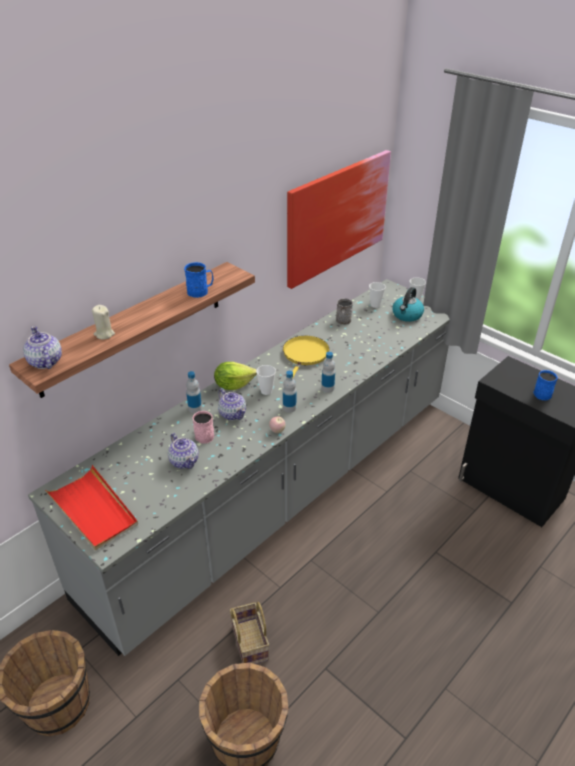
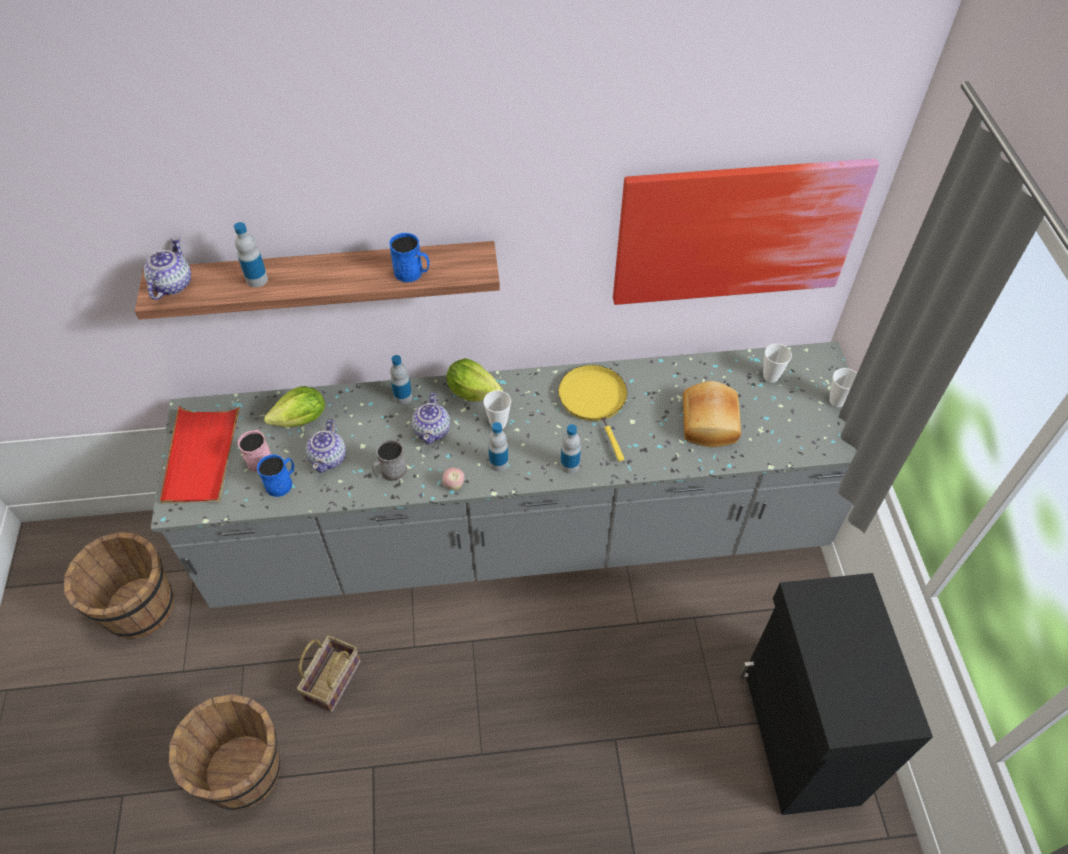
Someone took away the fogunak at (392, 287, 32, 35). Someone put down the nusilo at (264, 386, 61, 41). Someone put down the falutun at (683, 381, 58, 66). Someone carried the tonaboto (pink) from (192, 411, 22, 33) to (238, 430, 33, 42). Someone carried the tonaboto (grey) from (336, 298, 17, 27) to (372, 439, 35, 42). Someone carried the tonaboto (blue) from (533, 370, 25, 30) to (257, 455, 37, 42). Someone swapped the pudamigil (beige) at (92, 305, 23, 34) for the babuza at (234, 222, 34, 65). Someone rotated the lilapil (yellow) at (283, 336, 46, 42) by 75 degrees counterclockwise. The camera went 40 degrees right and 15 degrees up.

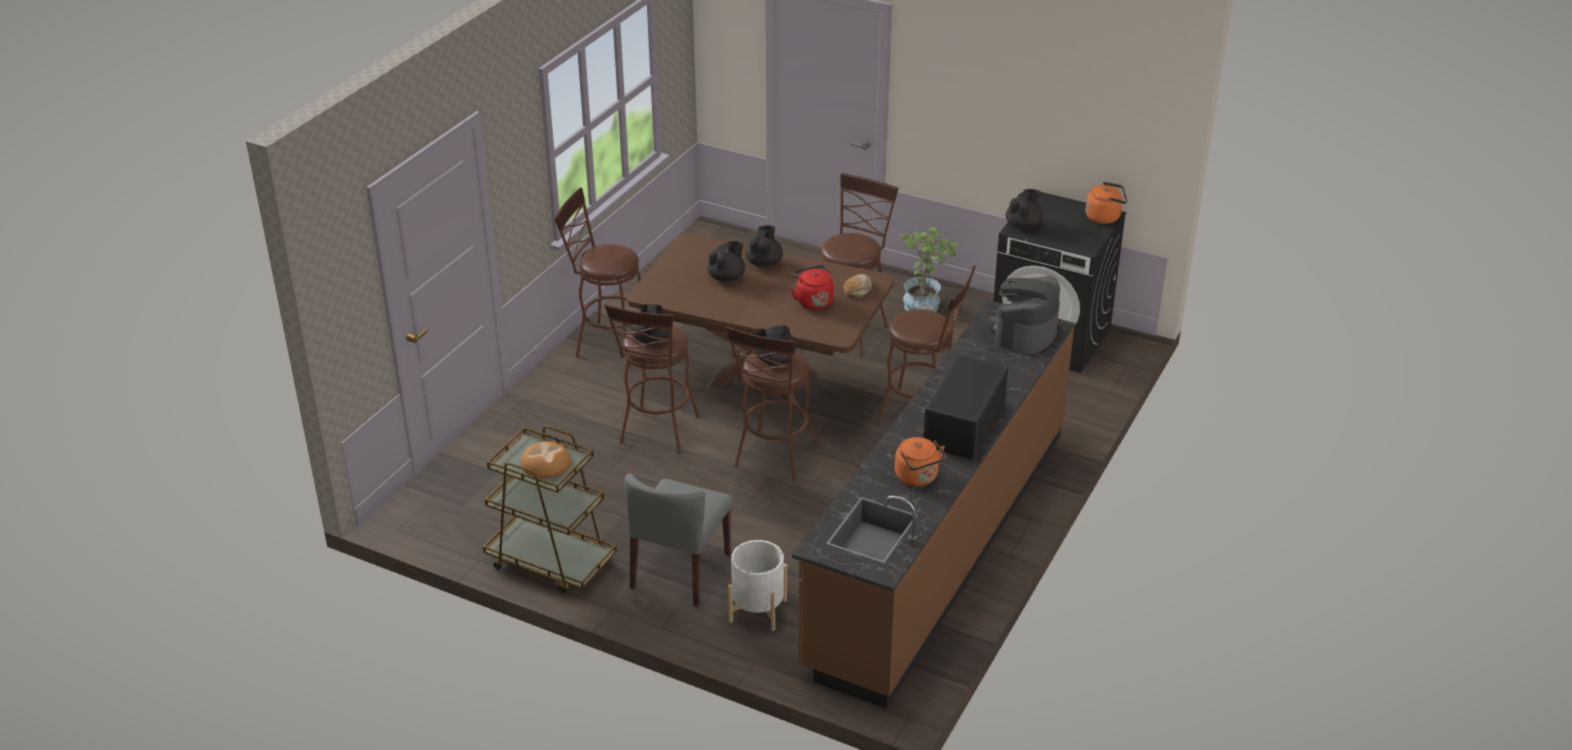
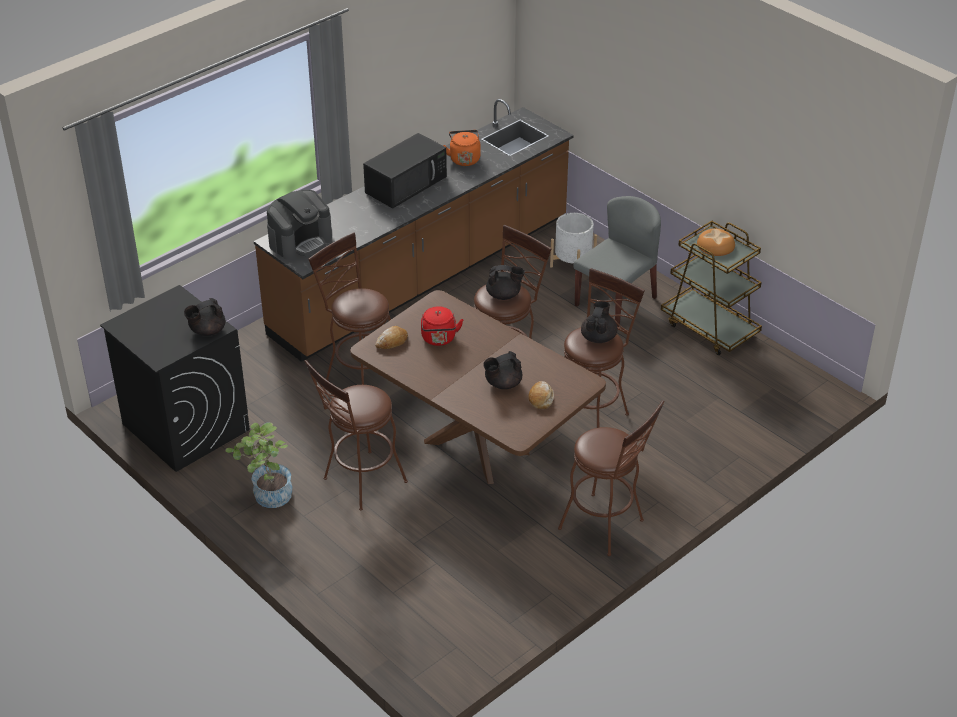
Someone took away the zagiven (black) at (745, 225, 38, 42). Someone took away the fogunak (orange) at (1085, 182, 43, 42). Someone put down the falutun at (528, 381, 26, 28). The camera went 160 degrees left and 5 degrees up.

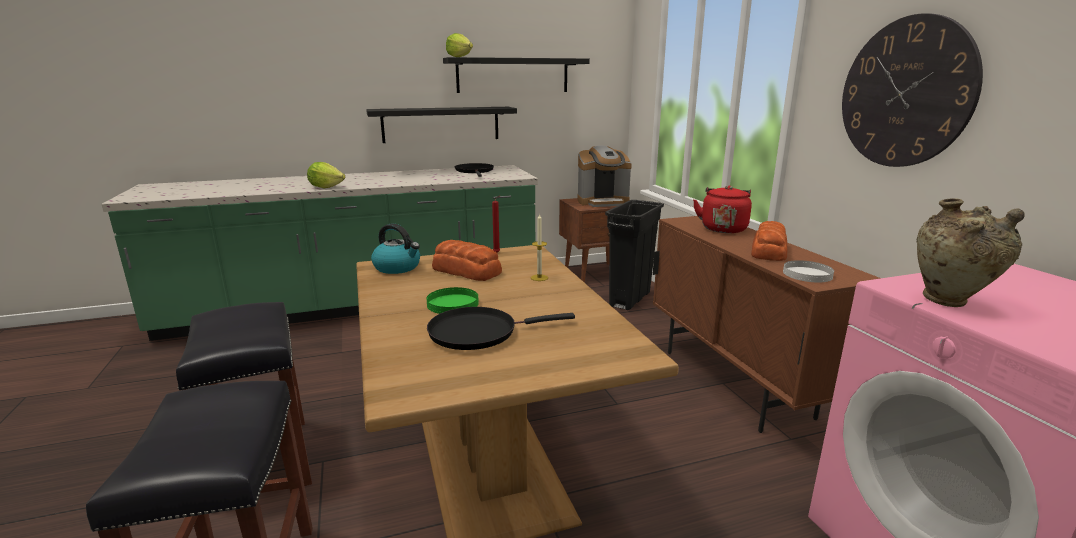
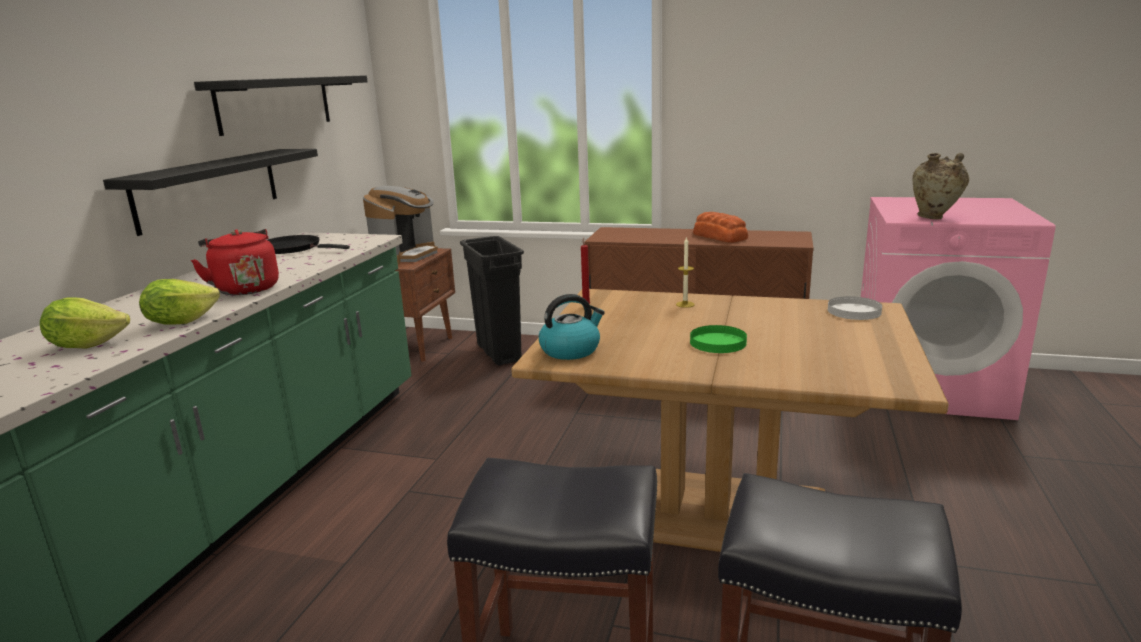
Someone took away the lilapil (black) at (427, 307, 148, 43). Someone took away the falutun at (432, 240, 70, 41). Someone took away the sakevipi at (842, 13, 141, 154). Someone carried the nusilo from (446, 33, 27, 24) to (40, 297, 90, 52). Someone carried the fogunak (red) from (693, 185, 59, 48) to (191, 229, 88, 66). Someone carried the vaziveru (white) from (783, 260, 51, 23) to (828, 296, 54, 24). The camera went 55 degrees left and 0 degrees up.

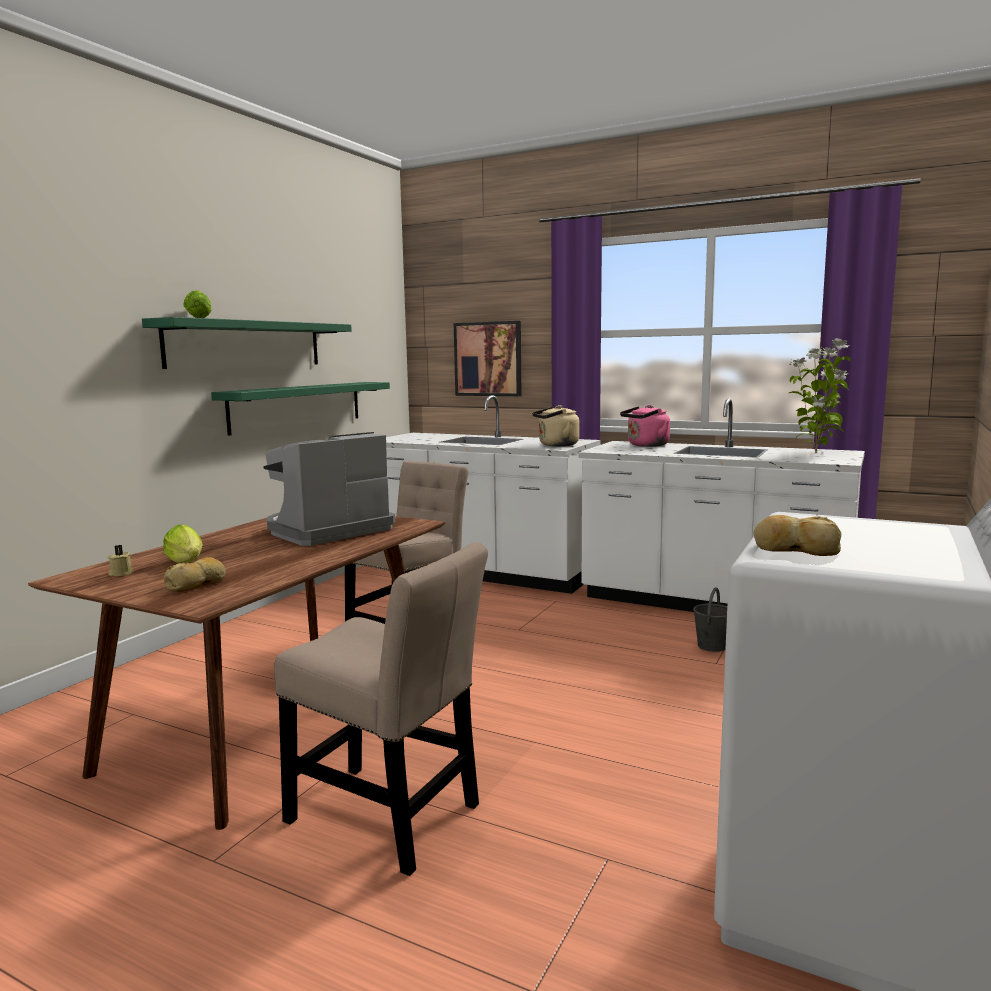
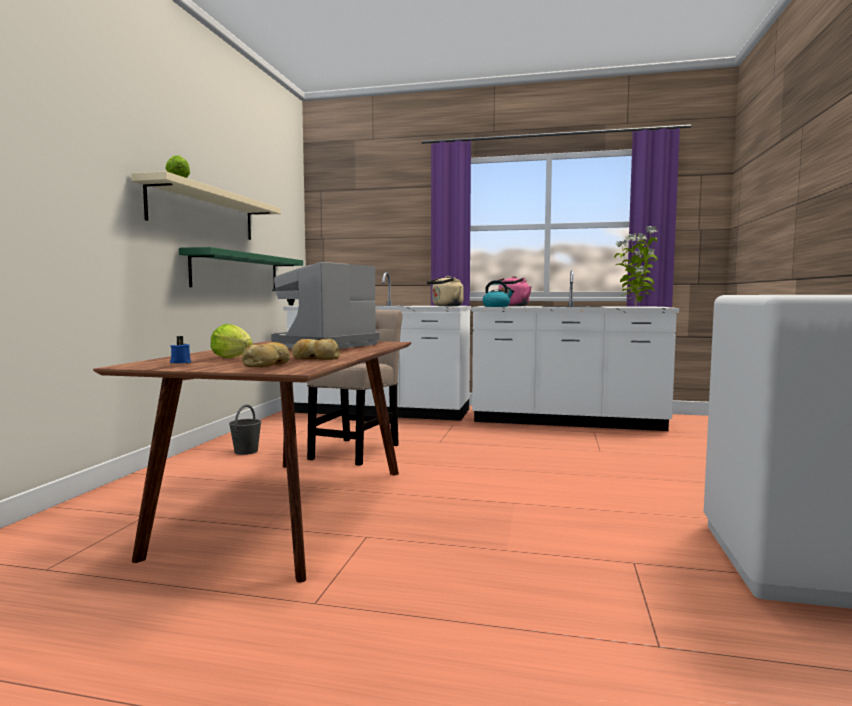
Someone took away the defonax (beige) at (274, 542, 214, 334). Someone took away the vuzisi at (454, 321, 67, 75). Someone put down the fogunak at (483, 280, 31, 27). Someone carried the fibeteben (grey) from (693, 587, 34, 65) to (229, 404, 33, 51). Someone carried the falutun from (753, 515, 89, 41) to (292, 338, 49, 22). Someone repainted the pudamigil (beige) at (108, 545, 26, 31), which became the pudamigil (blue) at (170, 336, 21, 28). Someone repainted the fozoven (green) at (142, 317, 210, 52), which became the fozoven (beige) at (131, 171, 150, 69). The camera went 15 degrees left and 5 degrees down.

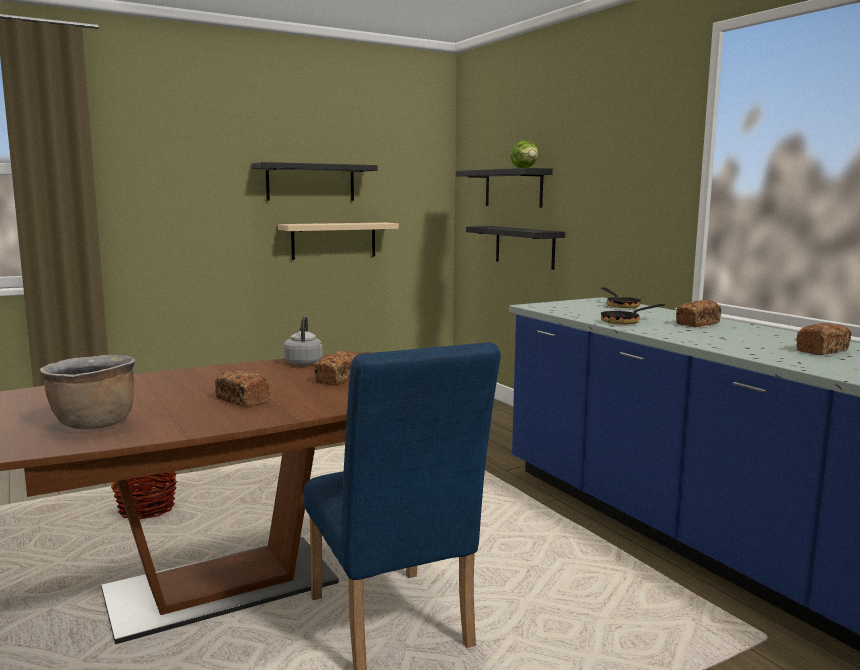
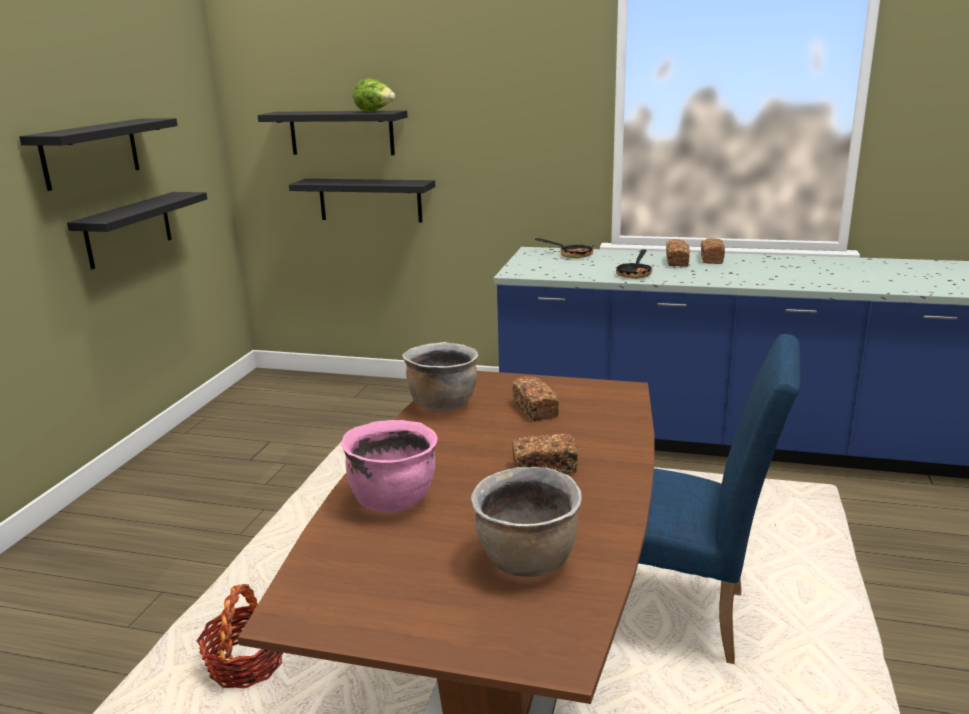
Someone put down the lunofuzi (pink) at (341, 420, 97, 93). Someone carried the falutun from (796, 323, 55, 32) to (701, 238, 24, 26). Someone swapped the fogunak (grey) at (284, 316, 39, 49) for the lunofuzi (brown) at (402, 342, 76, 70). Someone repainted the fozoven (beige) at (278, 222, 121, 38), which became the fozoven (black) at (67, 192, 140, 77). The camera went 45 degrees left and 10 degrees up.

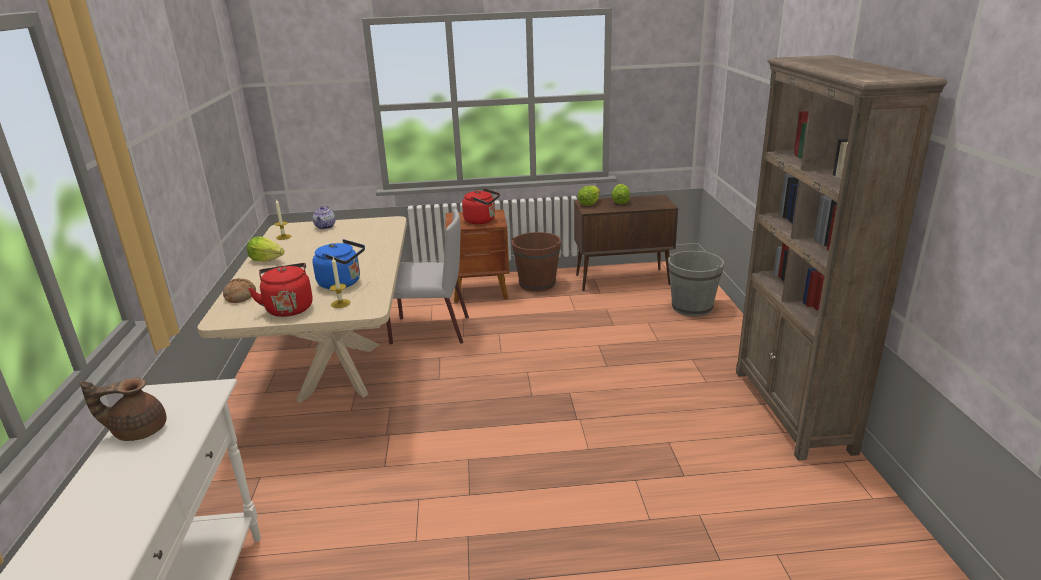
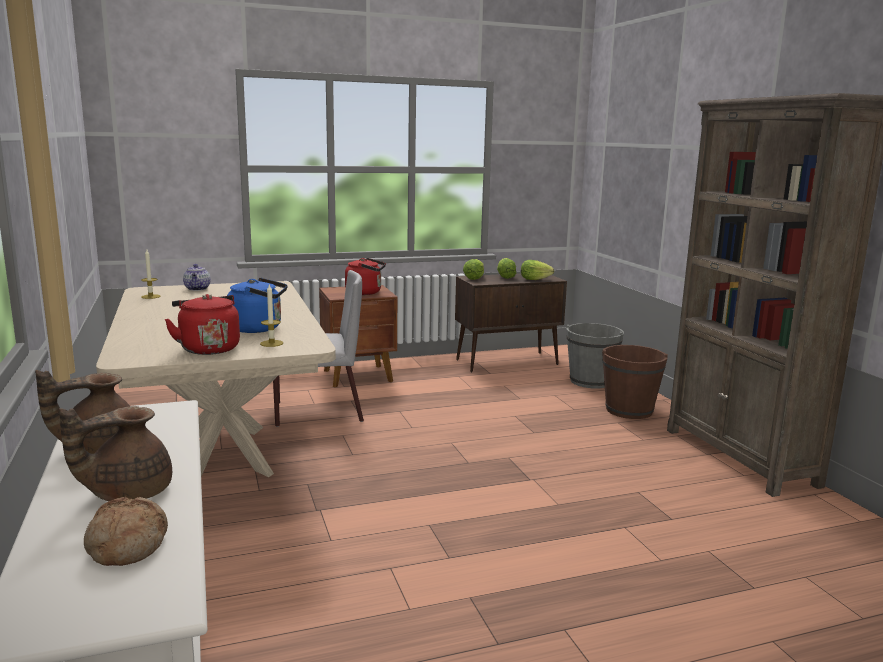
Someone put down the zagiven (brown) at (59, 406, 113, 95). Someone carried the falutun from (223, 278, 33, 25) to (84, 497, 84, 69). Someone carried the nusilo from (247, 236, 37, 26) to (521, 260, 33, 20). Someone carried the fibeteben (brown) from (511, 232, 50, 60) to (602, 345, 66, 74). The camera went 15 degrees left and 10 degrees down.

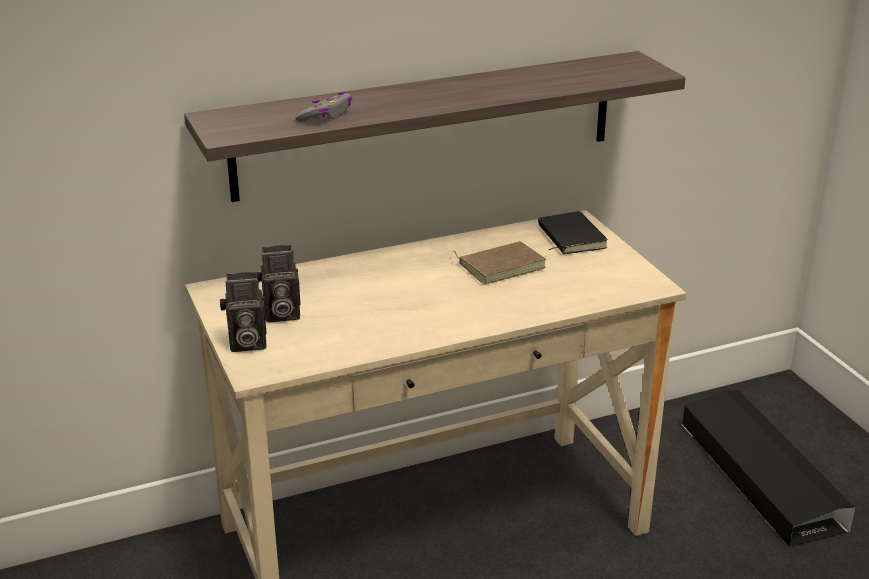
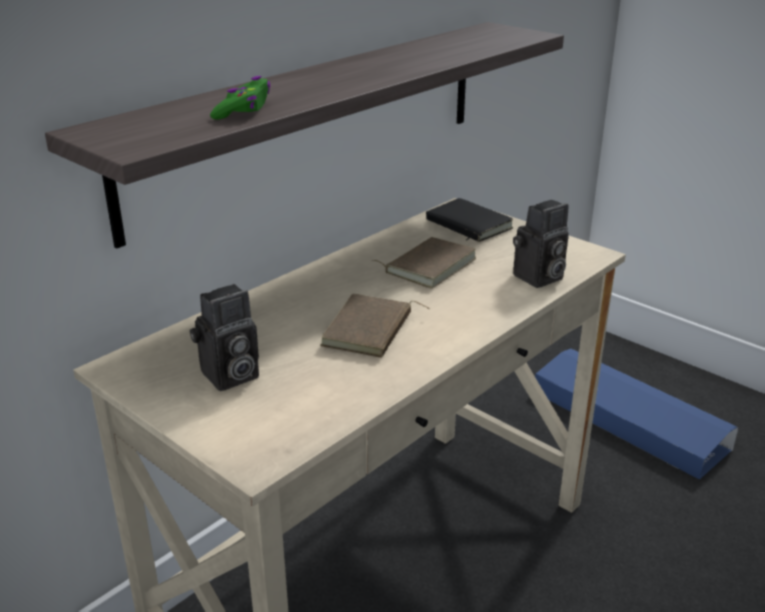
Someone put down the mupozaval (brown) at (320, 293, 110, 65). Someone carried the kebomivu from (220, 272, 47, 80) to (513, 200, 56, 88). Someone repainted the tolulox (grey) at (295, 91, 57, 31), which became the tolulox (green) at (210, 76, 60, 44). Someone repainted the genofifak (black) at (681, 390, 174, 157), which became the genofifak (blue) at (535, 349, 203, 131). The camera went 25 degrees left and 0 degrees up.

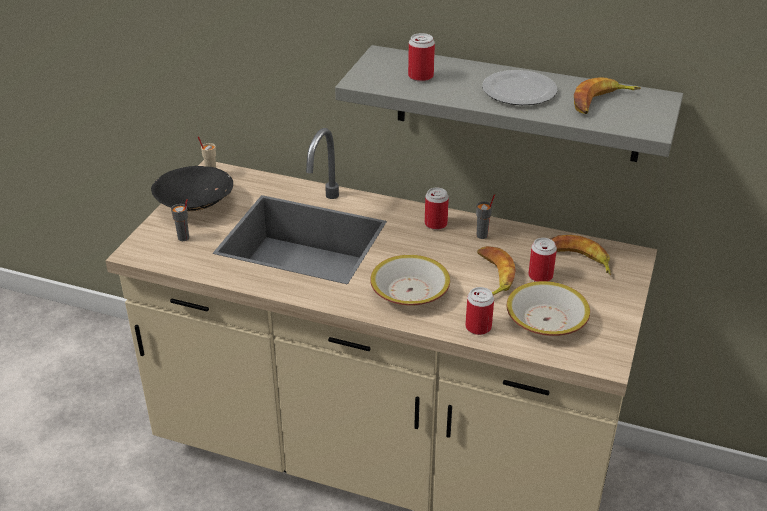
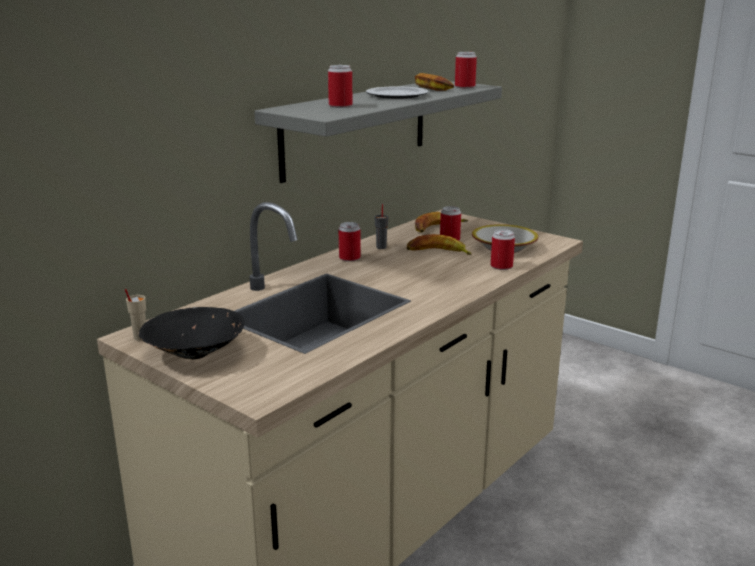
Someone took away the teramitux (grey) at (171, 199, 18, 42). Someone took away the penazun at (370, 255, 80, 50). Someone put down the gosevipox at (455, 52, 22, 36). The camera went 70 degrees left and 15 degrees down.

